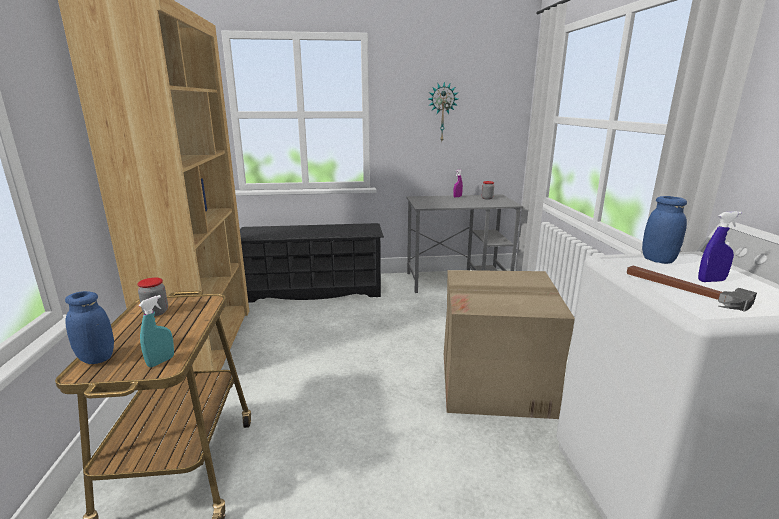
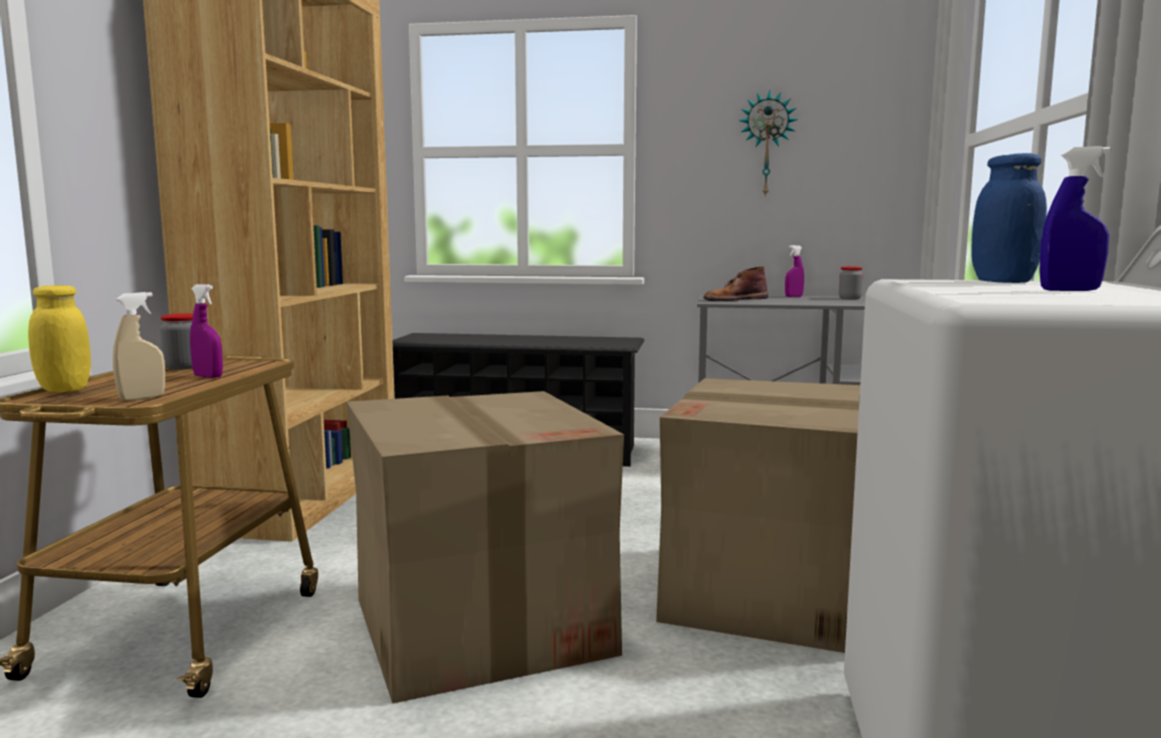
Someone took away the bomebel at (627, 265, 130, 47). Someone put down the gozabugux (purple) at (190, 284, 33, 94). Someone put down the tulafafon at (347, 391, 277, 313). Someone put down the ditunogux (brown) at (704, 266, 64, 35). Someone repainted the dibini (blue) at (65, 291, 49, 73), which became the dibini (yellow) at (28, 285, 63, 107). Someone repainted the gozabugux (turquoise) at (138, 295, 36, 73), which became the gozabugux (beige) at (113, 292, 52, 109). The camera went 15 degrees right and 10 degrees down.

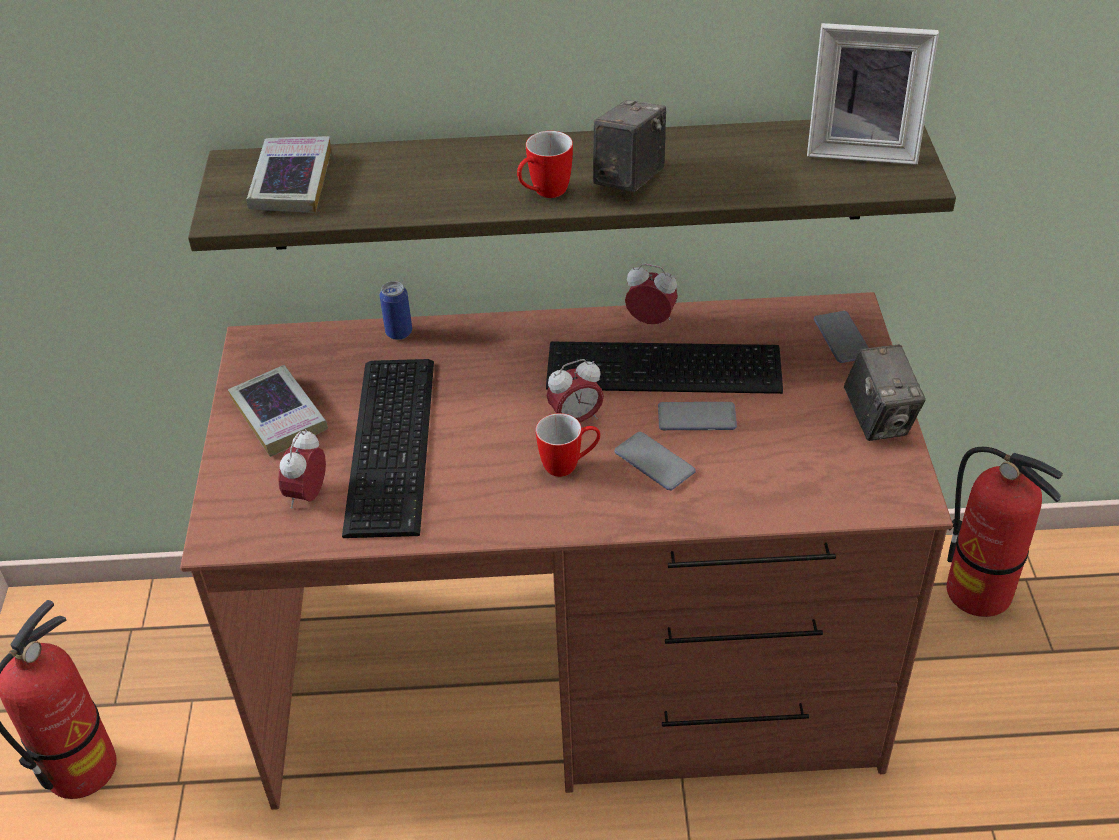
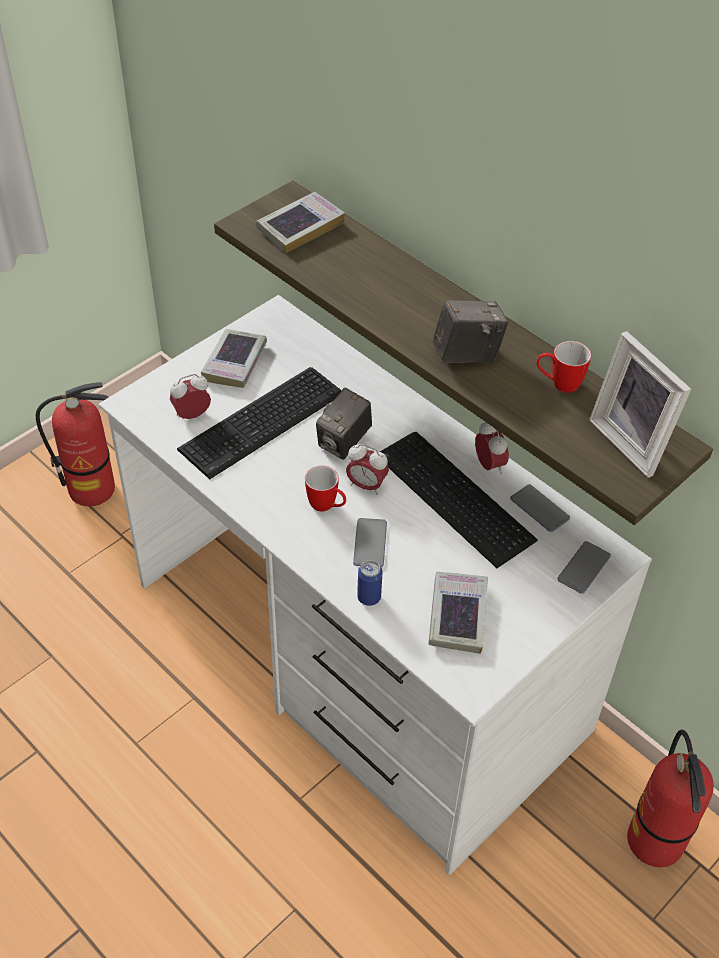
Someone put down the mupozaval at (428, 572, 60, 82). Someone carried the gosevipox from (380, 281, 32, 59) to (357, 560, 26, 46). Someone carried the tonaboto from (517, 131, 56, 67) to (536, 341, 55, 52). Someone carried the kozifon from (658, 402, 79, 28) to (510, 484, 60, 48). Someone carried the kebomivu from (844, 344, 82, 97) to (316, 388, 56, 72). Someone repainted the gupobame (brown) at (180, 292, 773, 518), which became the gupobame (white) at (99, 295, 553, 580). The camera went 45 degrees right and 5 degrees up.

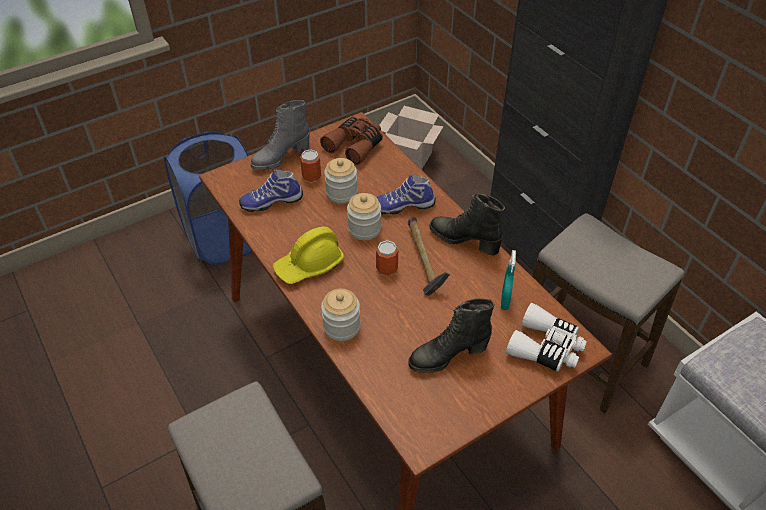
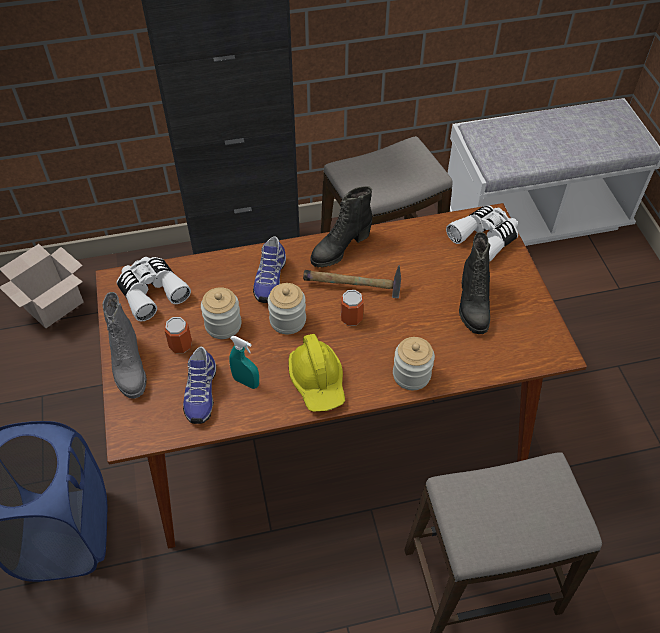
Someone carried the gozabugux (turquoise) from (501, 250, 15, 60) to (229, 336, 30, 53). Someone repainted the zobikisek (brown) at (320, 117, 63, 48), which became the zobikisek (white) at (117, 257, 74, 64). The camera went 70 degrees left and 5 degrees up.

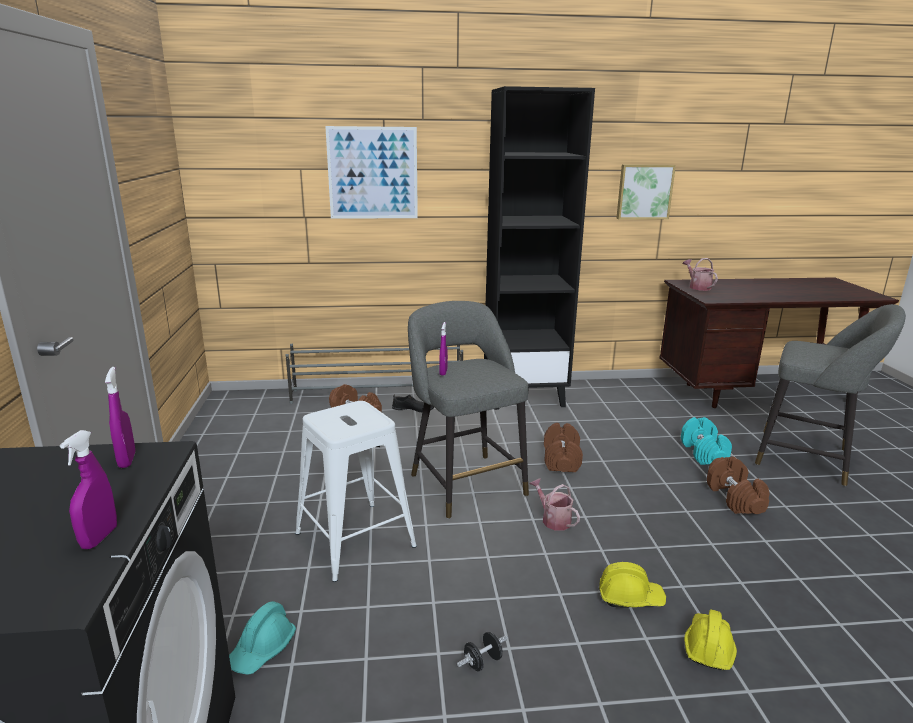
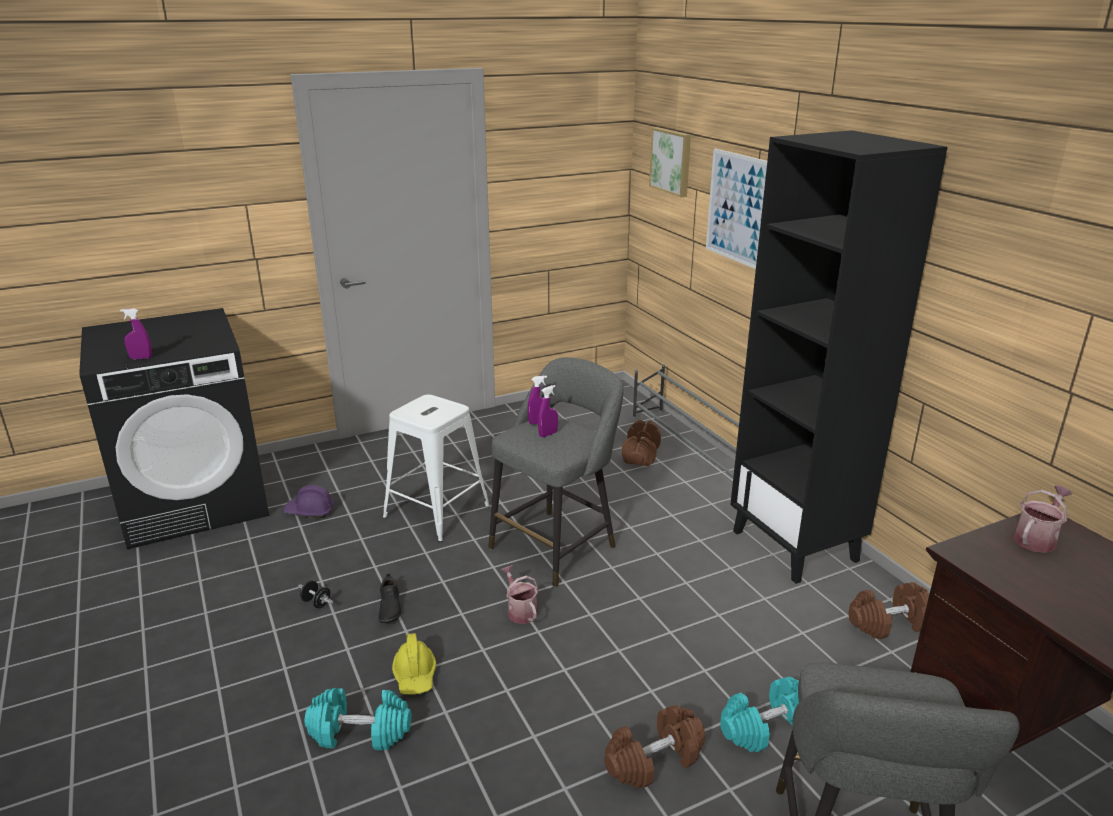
Someone carried the gozabugux (purple) from (105, 367, 30, 101) to (538, 385, 20, 52). Someone carried the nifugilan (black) from (392, 395, 42, 17) to (378, 573, 23, 50). Someone carried the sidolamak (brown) from (544, 423, 39, 49) to (848, 582, 81, 57). Someone carried the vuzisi from (616, 164, 60, 56) to (649, 127, 42, 70). Someone swapped the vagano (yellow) at (684, 609, 53, 61) for the sidolamak (turquoise) at (305, 688, 107, 62). Someone repainted the vagano (turquoise) at (229, 601, 67, 74), which became the vagano (purple) at (283, 485, 51, 34). Someone rotated the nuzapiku at (530, 478, 50, 52) by 60 degrees counterclockwise. The camera went 70 degrees right and 5 degrees up.

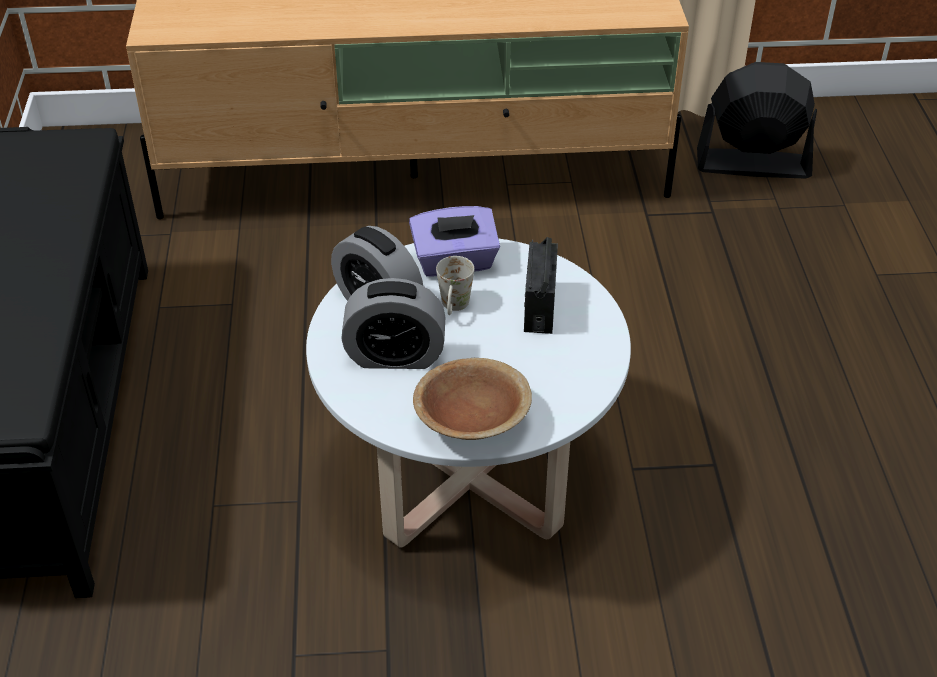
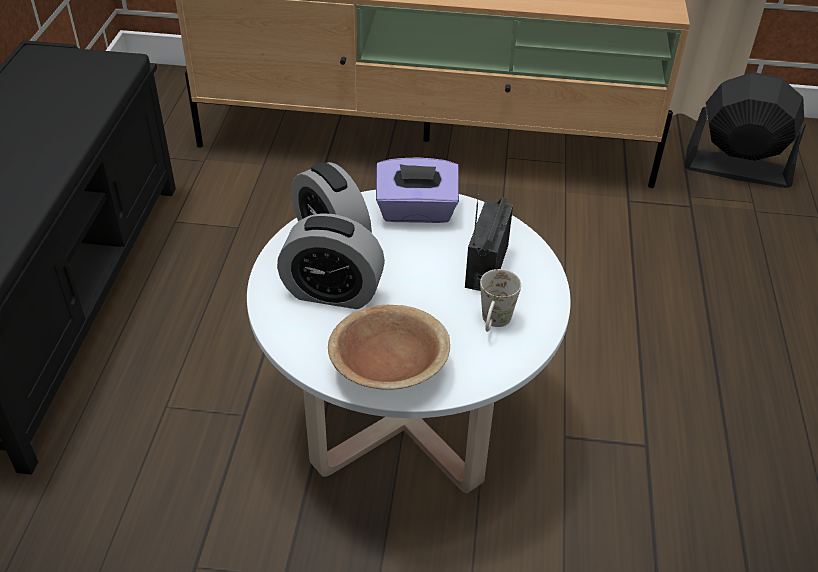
Someone carried the tonaboto (white) from (436, 256, 38, 59) to (480, 269, 41, 63). The camera went 10 degrees right and 0 degrees up.

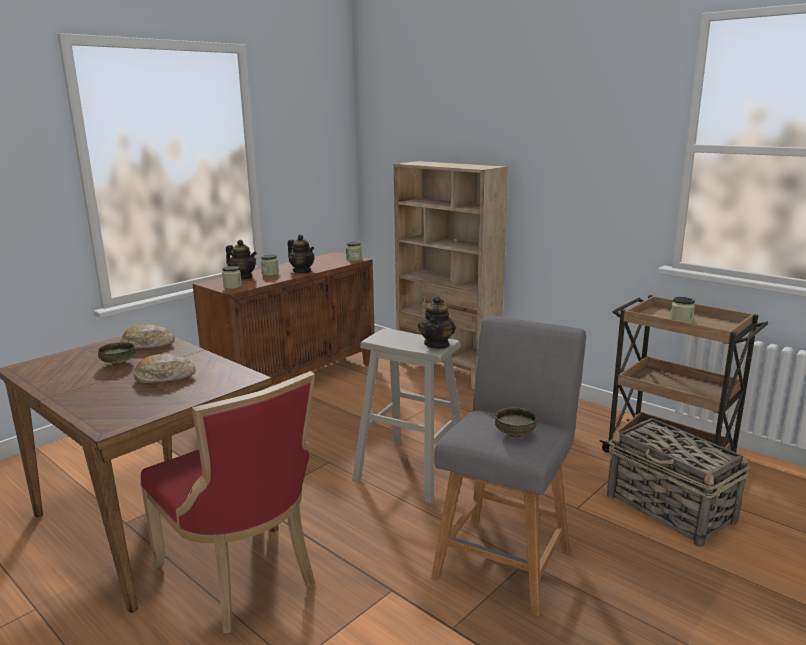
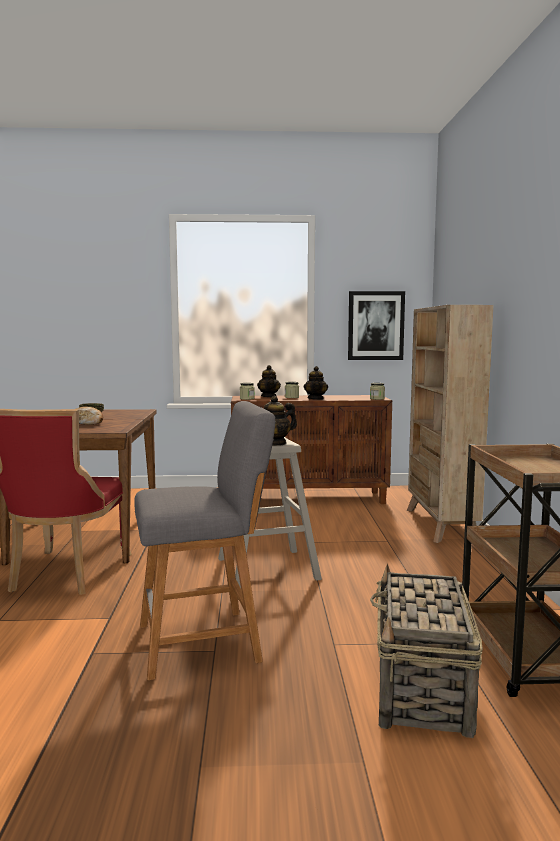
Someone took away the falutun at (121, 324, 54, 25). Someone took away the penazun at (495, 408, 42, 30). Someone took away the dibini at (670, 297, 25, 27). Someone put up the vuzisi at (348, 291, 57, 69). The camera went 45 degrees right and 10 degrees down.

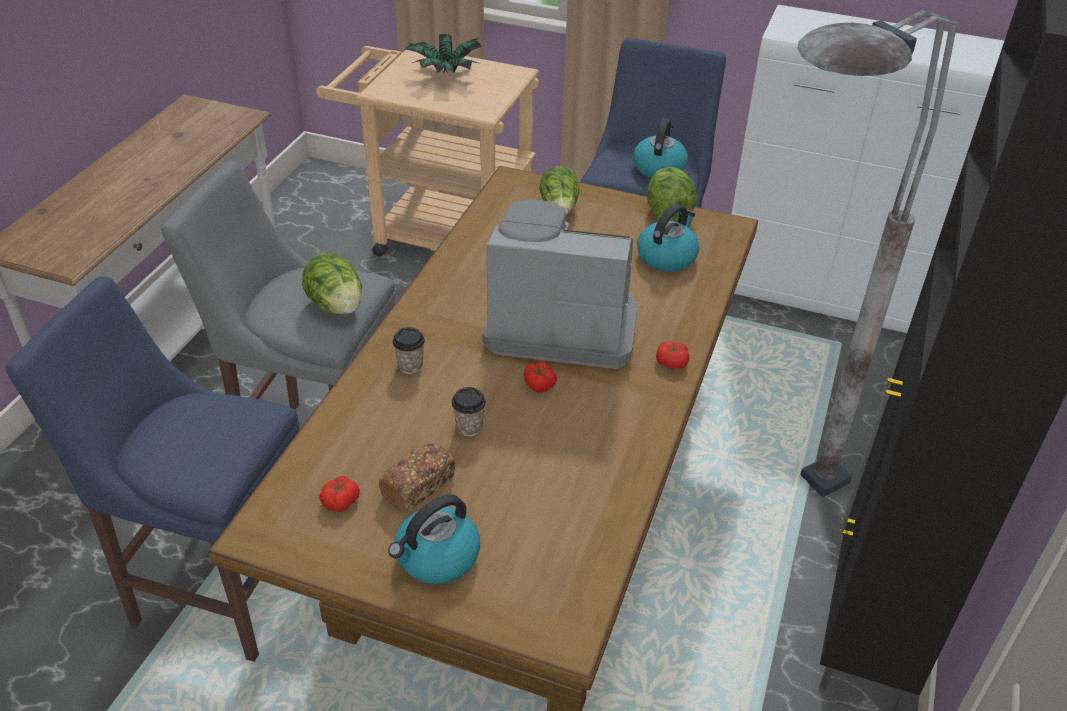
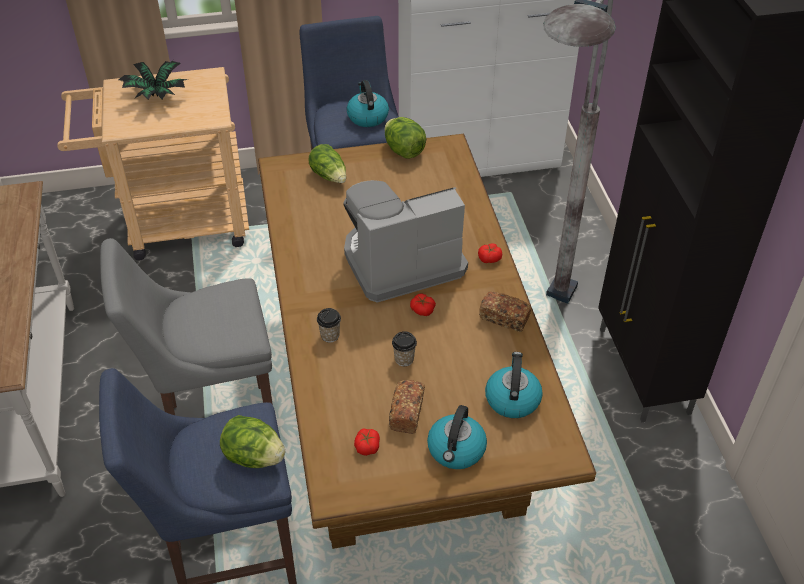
Someone put down the falutun at (479, 291, 53, 41). Someone carried the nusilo from (302, 252, 60, 62) to (220, 415, 65, 53). Someone carried the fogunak from (637, 204, 63, 68) to (485, 352, 58, 66). The camera went 30 degrees left and 5 degrees up.

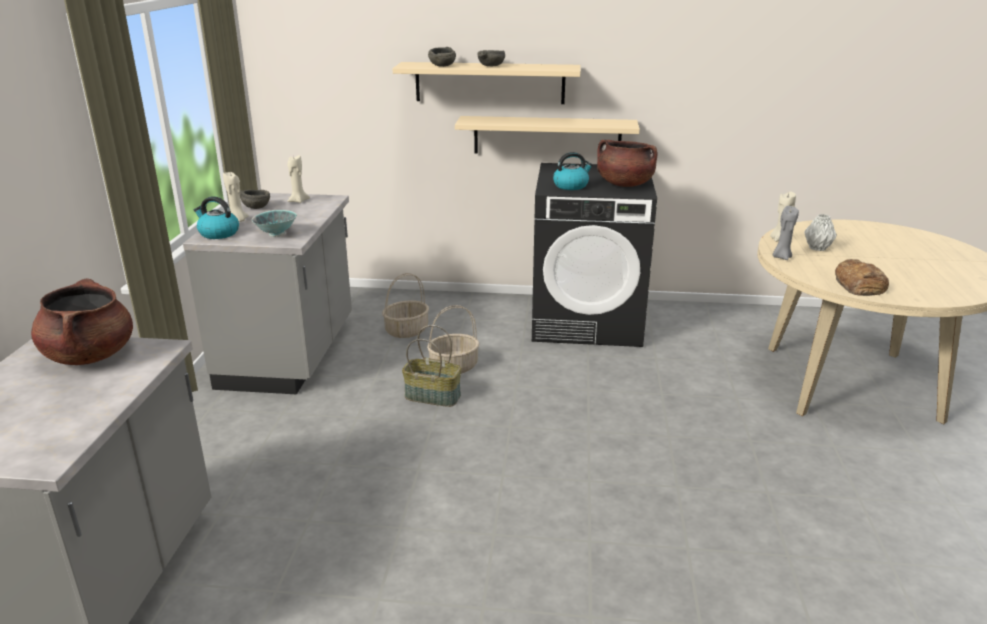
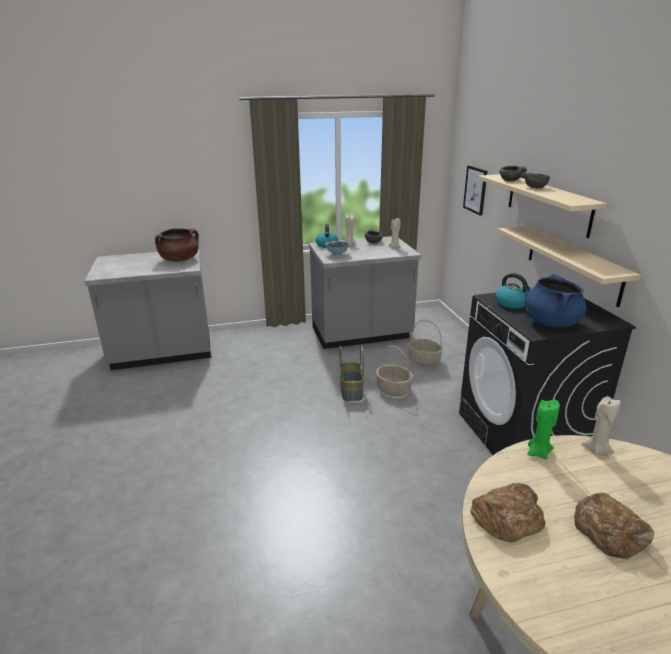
Someone took away the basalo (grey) at (804, 214, 33, 37). Someone put up the vuzisi at (463, 165, 24, 51). Someone put down the falutun at (574, 493, 80, 66). Someone repainted the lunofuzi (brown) at (597, 140, 61, 47), which became the lunofuzi (blue) at (525, 274, 62, 54). Someone repainted the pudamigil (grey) at (772, 206, 27, 54), which became the pudamigil (green) at (528, 399, 32, 60). The camera went 70 degrees right and 0 degrees up.

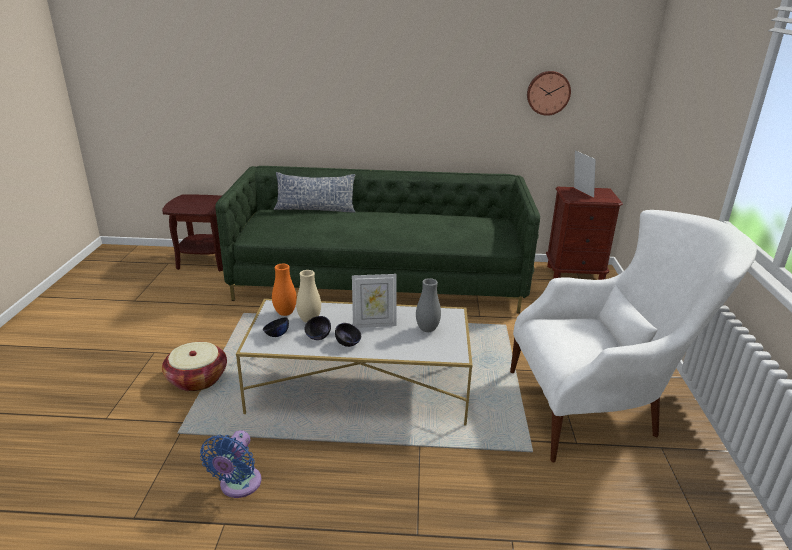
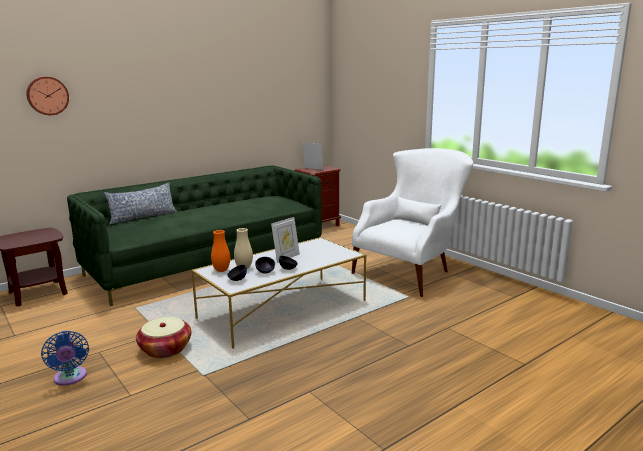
Someone took away the basalo (grey) at (416, 278, 25, 54). Someone carried the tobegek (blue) from (200, 430, 61, 68) to (41, 331, 48, 55). Someone carried the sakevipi from (527, 71, 44, 45) to (26, 76, 43, 39). The camera went 40 degrees left and 10 degrees down.

